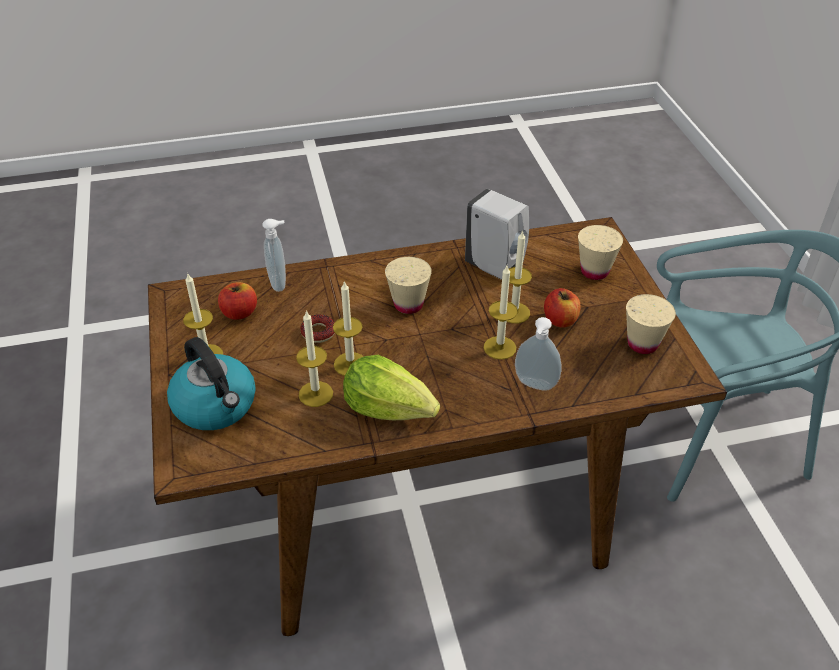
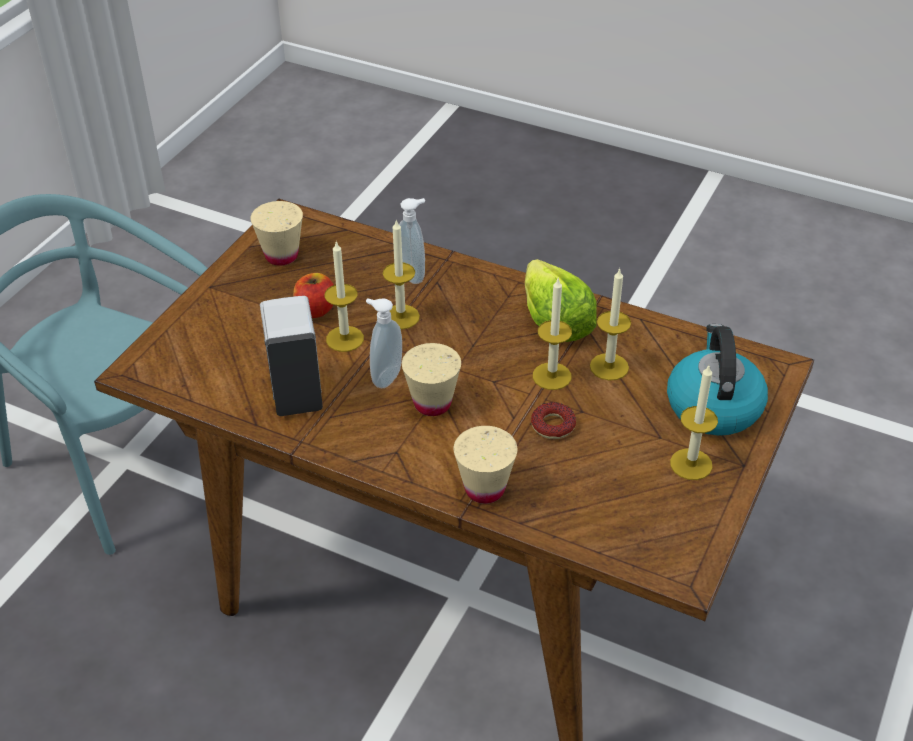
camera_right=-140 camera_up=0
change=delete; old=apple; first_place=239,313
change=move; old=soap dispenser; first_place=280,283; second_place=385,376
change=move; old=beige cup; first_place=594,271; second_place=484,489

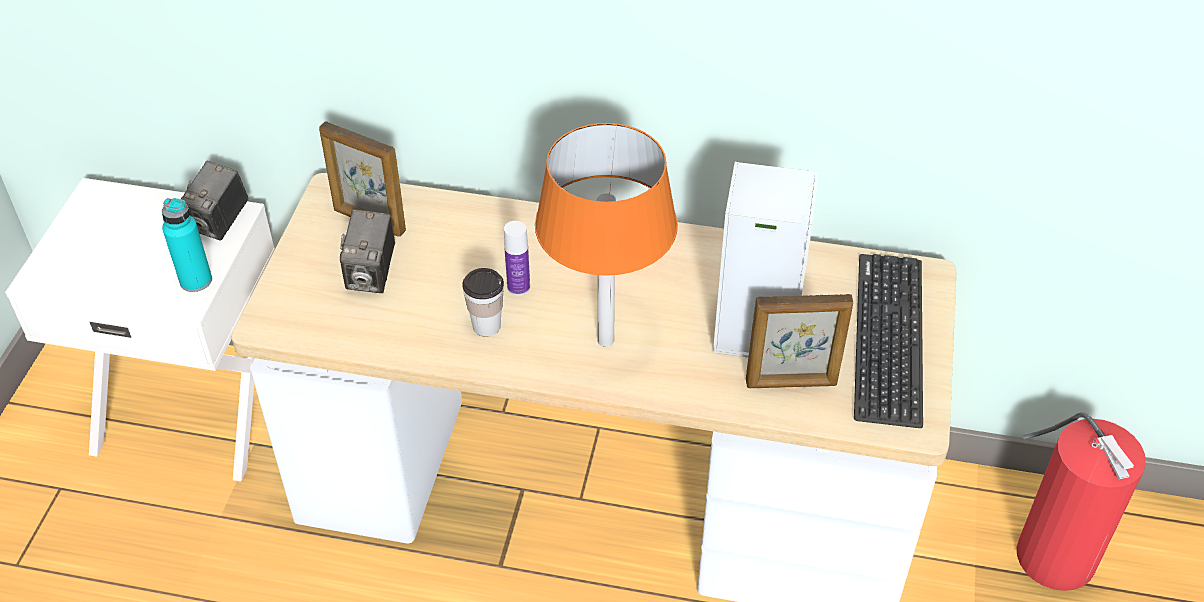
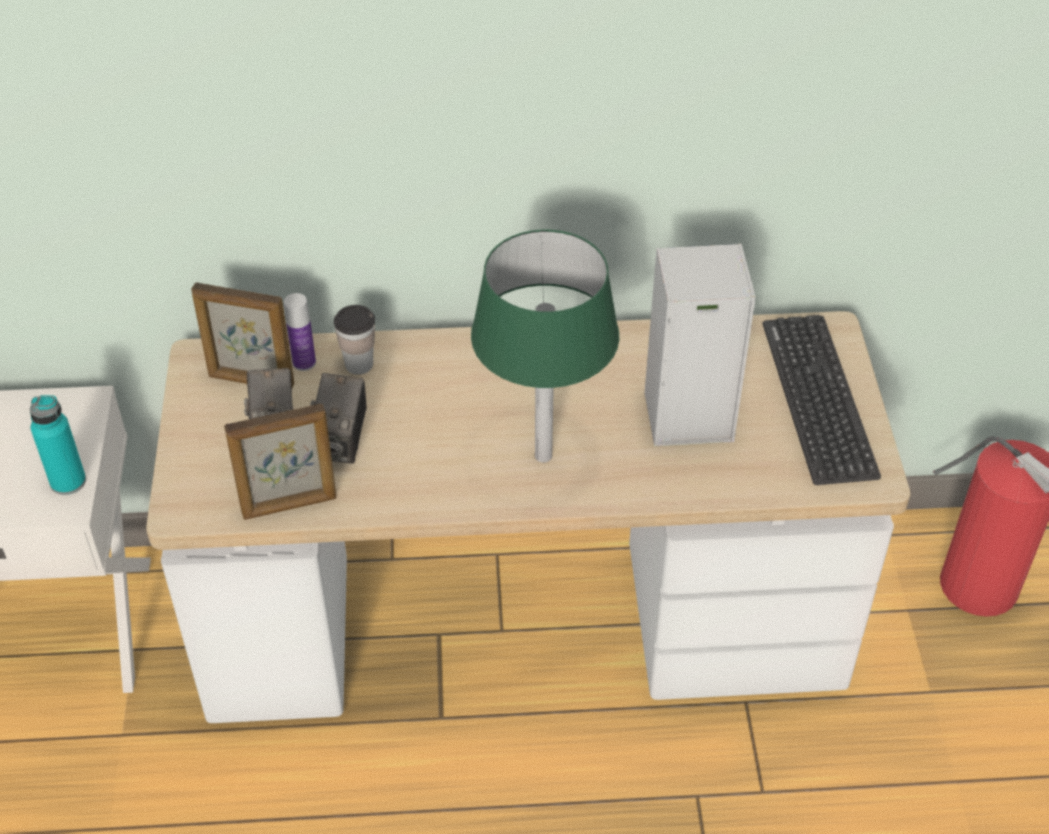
camera_right=-15 camera_up=0
change=move; old=photo camera; first_place=220,223; second_place=341,442
change=move; old=cup; first_place=486,326; second_place=359,364
change=move; old=bottle; first_place=518,287; second_place=304,362
change=recolor; old=orange table lamp; new=green table lamp; first_place=606,340; second_place=544,455
change=move; old=picture frame; first_place=791,383; second_place=290,505

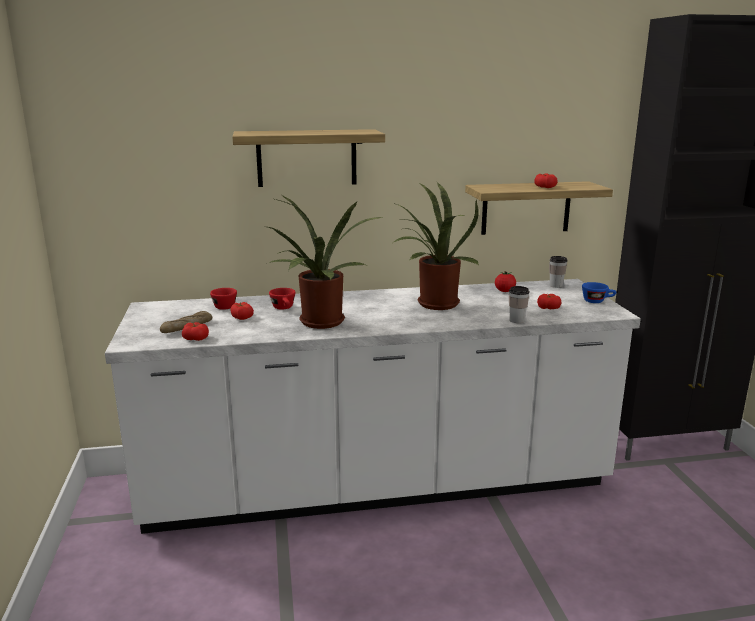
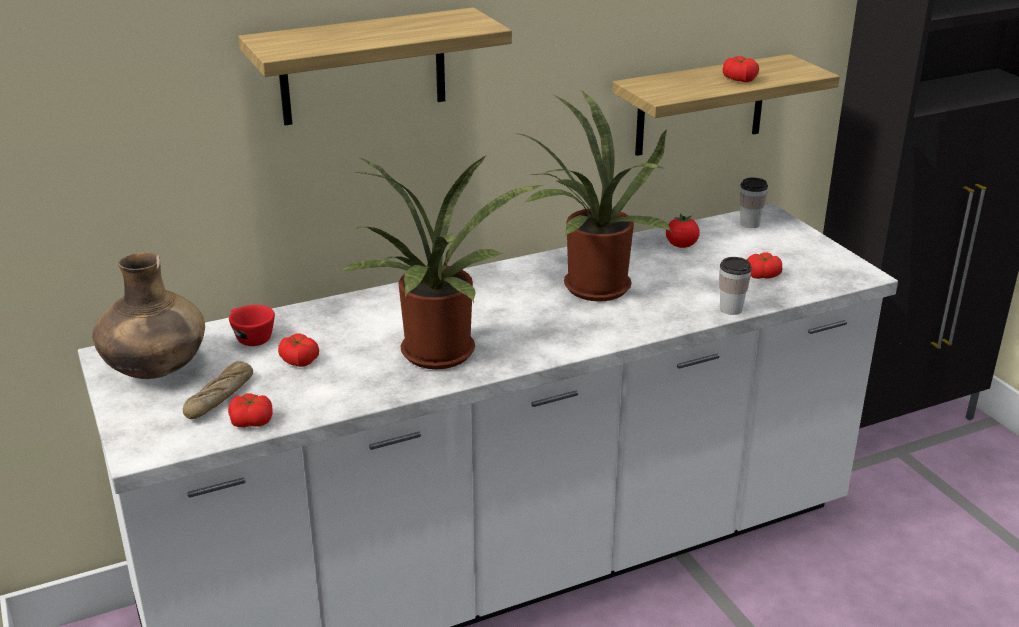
camera_right=-15 camera_up=10
change=delete; old=red cup; first_place=284,308
change=delete; old=blue cup; first_place=597,301
change=insert; new=brown vase; second_place=156,370

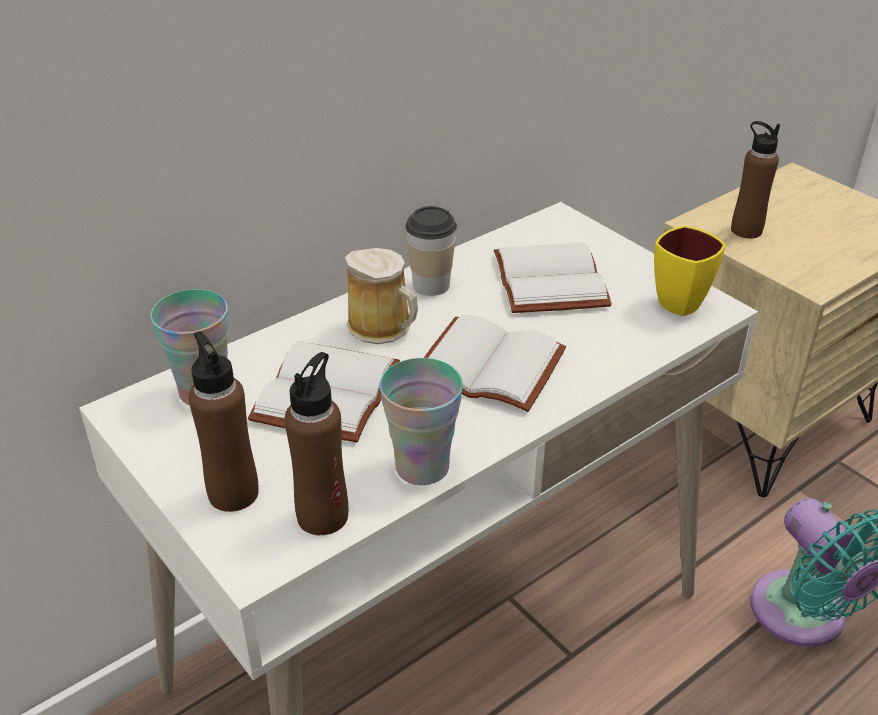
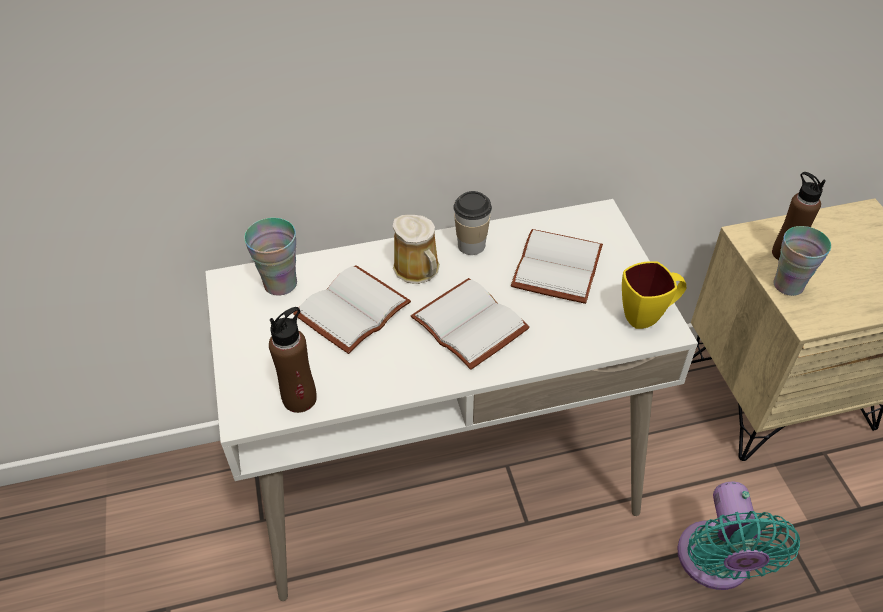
camera_right=25 camera_up=10
change=delete; old=brown bottle; first_place=233,493
change=move; old=cup; first_place=422,467; second_place=788,285

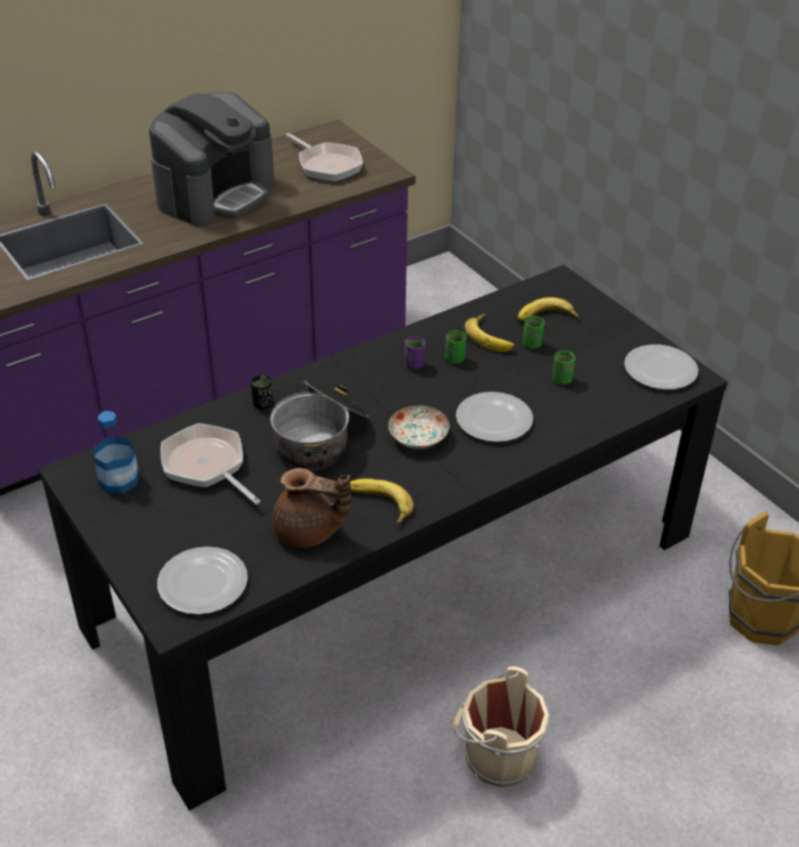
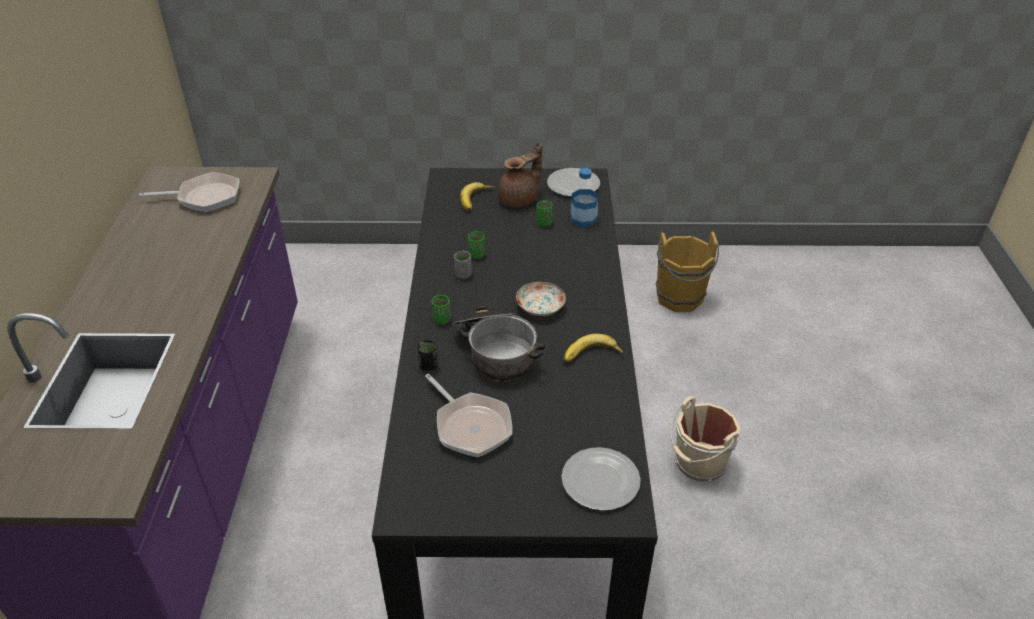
camera_right=-55 camera_up=0
change=move; old=bottle; first_place=119,479; second_place=583,219
change=delete; old=coffee machine; first_place=216,193
change=rotate; old=frying pan; first_place=207,466; second_place=470,426; degrees=-120
change=move; old=brown teapot; first_place=308,532; second_place=520,199
change=recolor; old=purple cup; new=grey cup; first_place=414,365; second_place=463,275
change=delete; old=plate; first_place=493,419
change=delete; old=banana; first_place=491,336
change=move; old=green cup; first_place=532,344; second_place=441,320

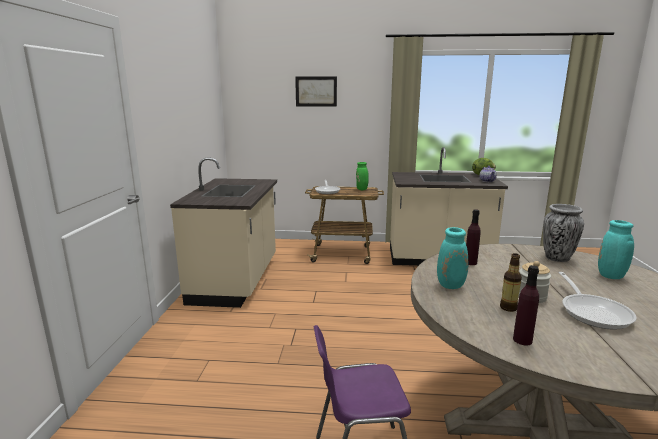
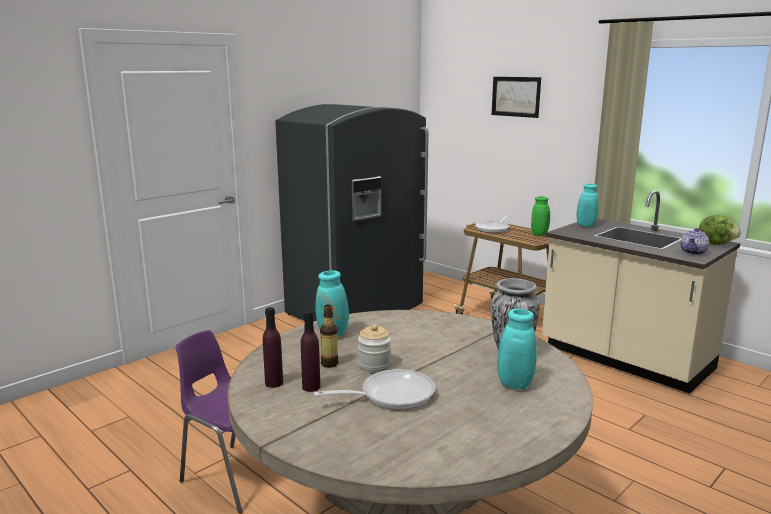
camera_right=40 camera_up=0
change=replace; old=beige counter; new=grey fridge; first_place=236,280; second_place=357,310
change=move; old=purple bottle; first_place=470,262; second_place=311,387
change=rotate; old=frying pan; first_place=593,312; second_place=390,395; degrees=-150
change=insert; new=turquoise vase; second_place=584,226

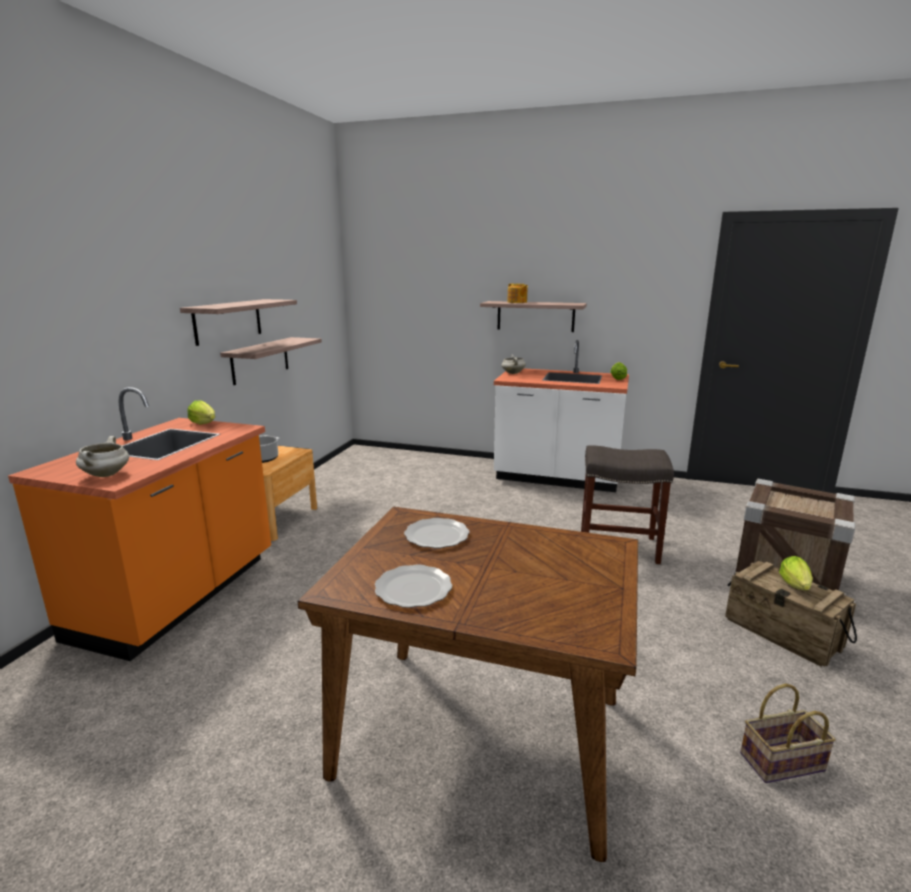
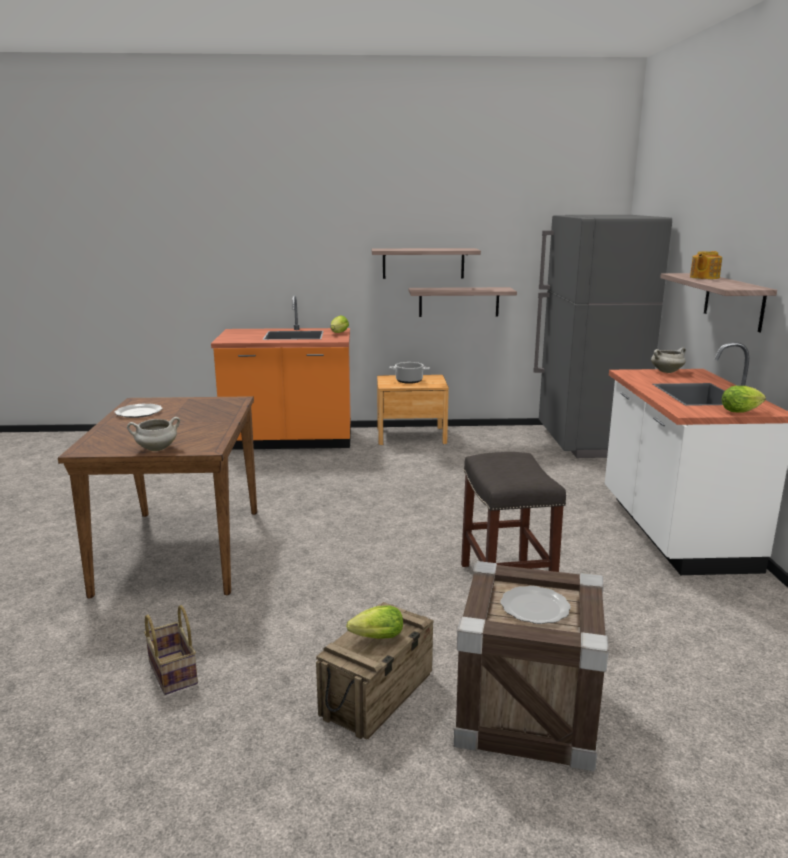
camera_right=70 camera_up=0
change=move; old=white cooking pot; first_place=106,475; second_place=156,449
change=move; old=plate; first_place=436,536; second_place=533,607
change=insert; new=grey fridge; second_place=587,442

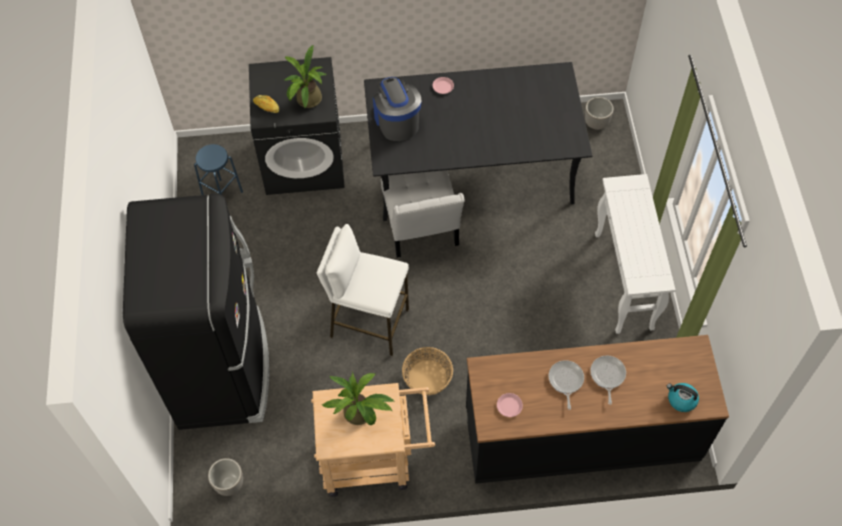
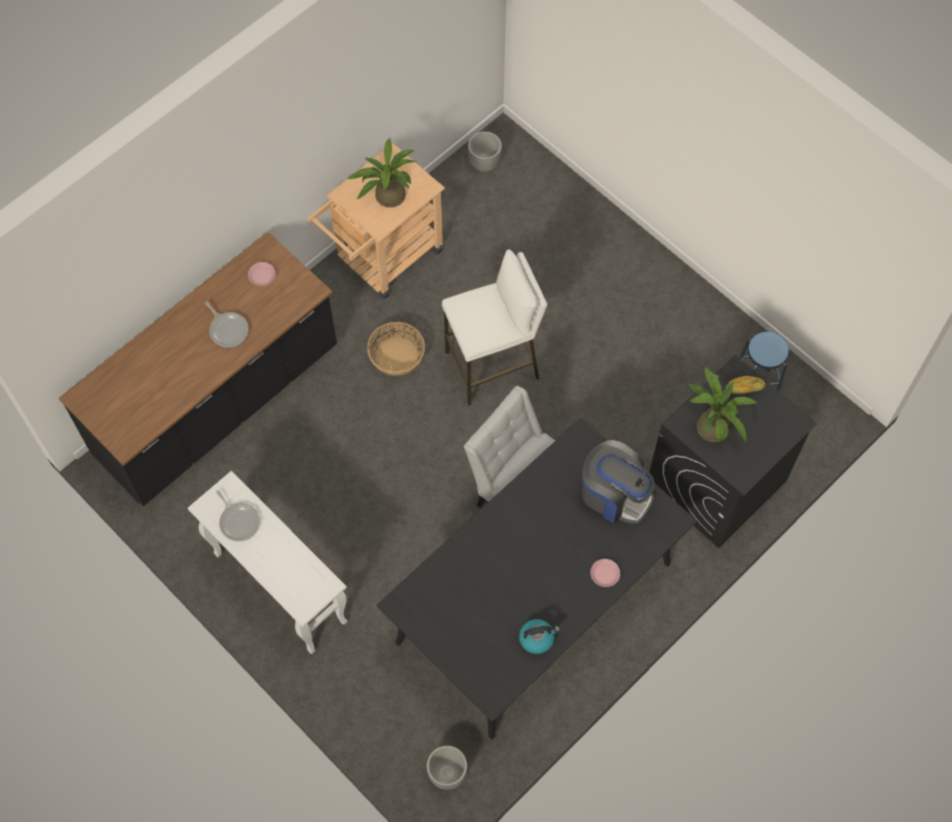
camera_right=140 camera_up=5
change=delete; old=black fridge; first_place=223,367
change=move; old=frying pan; first_place=607,376; second_place=239,521
change=move; old=kettle; first_place=681,400; second_place=537,638

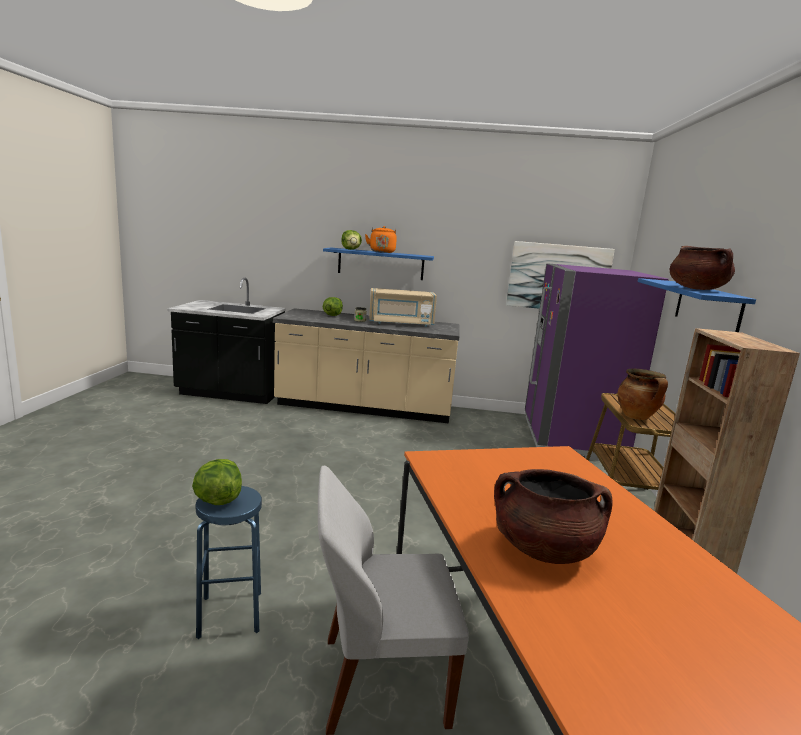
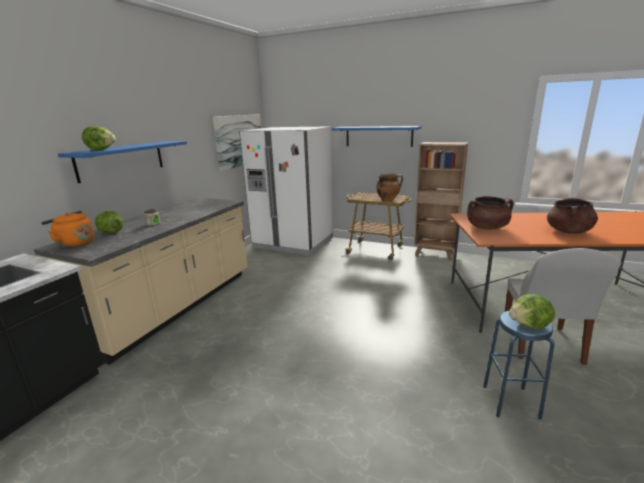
camera_right=-70 camera_up=5
change=move; old=orange kettle; first_place=382,252; second_place=74,244
change=delete; old=beige microwave; first_place=400,323
change=recolor; old=purple fridge; new=white fridge; first_place=571,439; second_place=293,243
change=move; old=brown cooking pot; first_place=697,289; second_place=487,227

